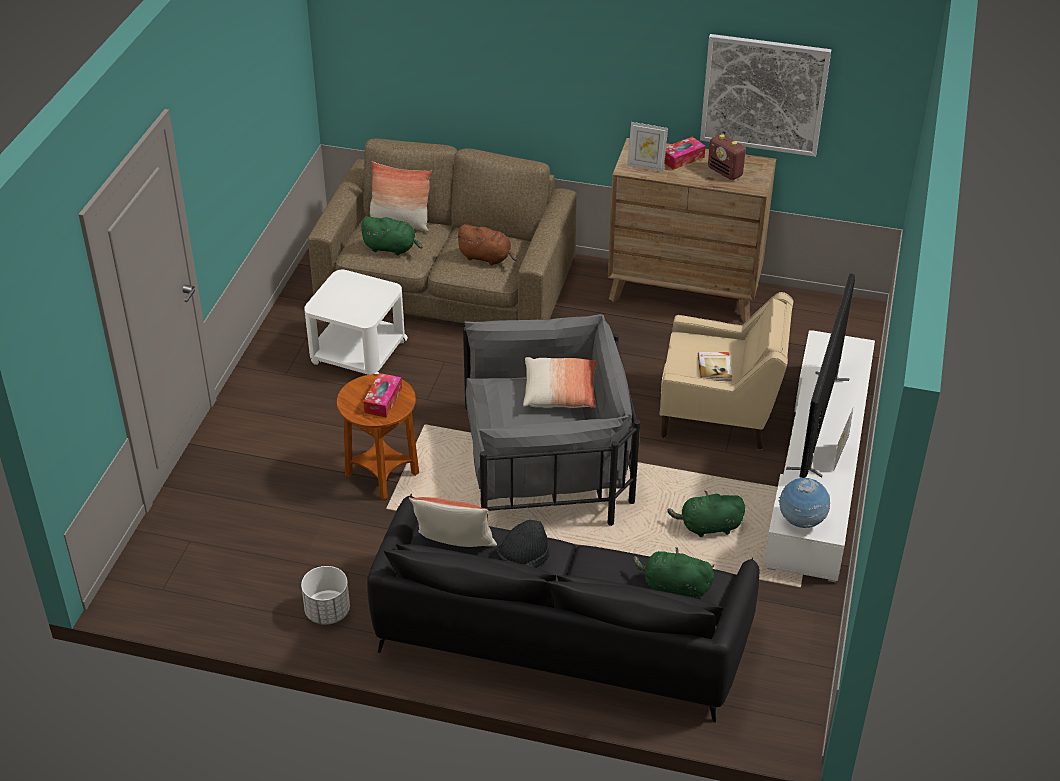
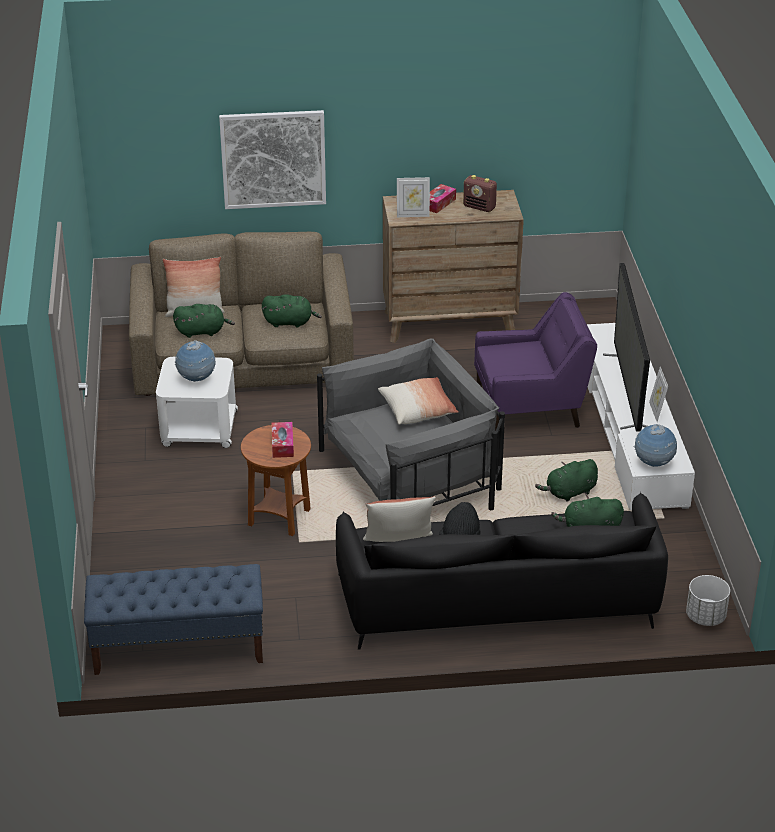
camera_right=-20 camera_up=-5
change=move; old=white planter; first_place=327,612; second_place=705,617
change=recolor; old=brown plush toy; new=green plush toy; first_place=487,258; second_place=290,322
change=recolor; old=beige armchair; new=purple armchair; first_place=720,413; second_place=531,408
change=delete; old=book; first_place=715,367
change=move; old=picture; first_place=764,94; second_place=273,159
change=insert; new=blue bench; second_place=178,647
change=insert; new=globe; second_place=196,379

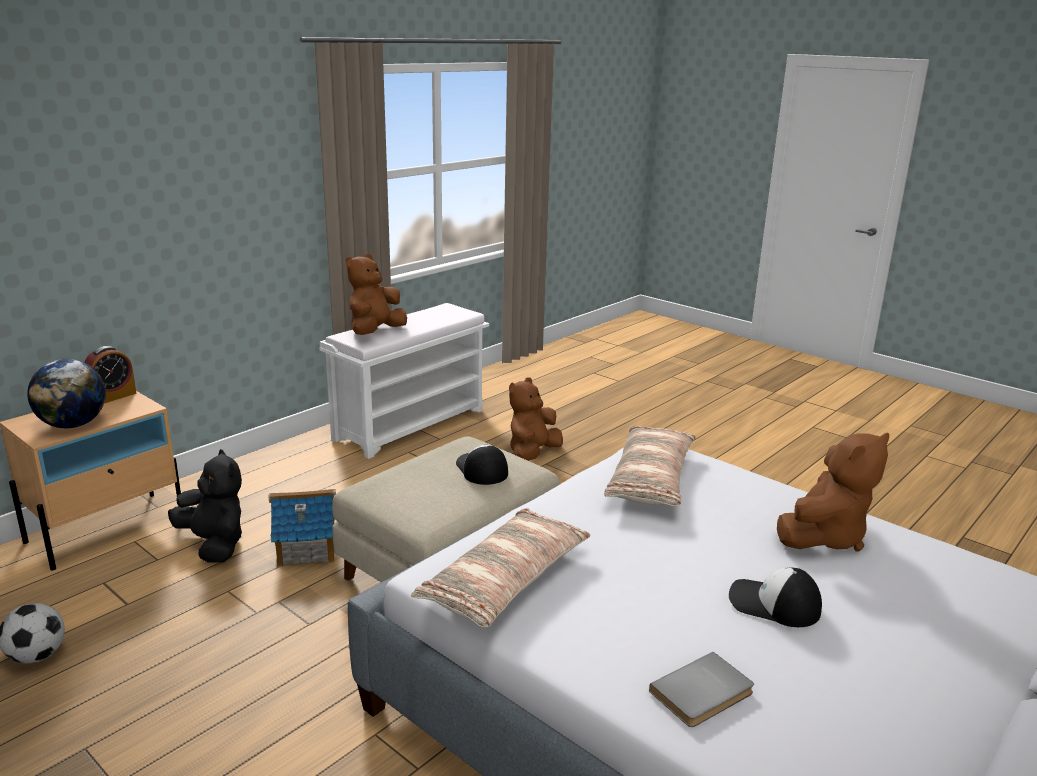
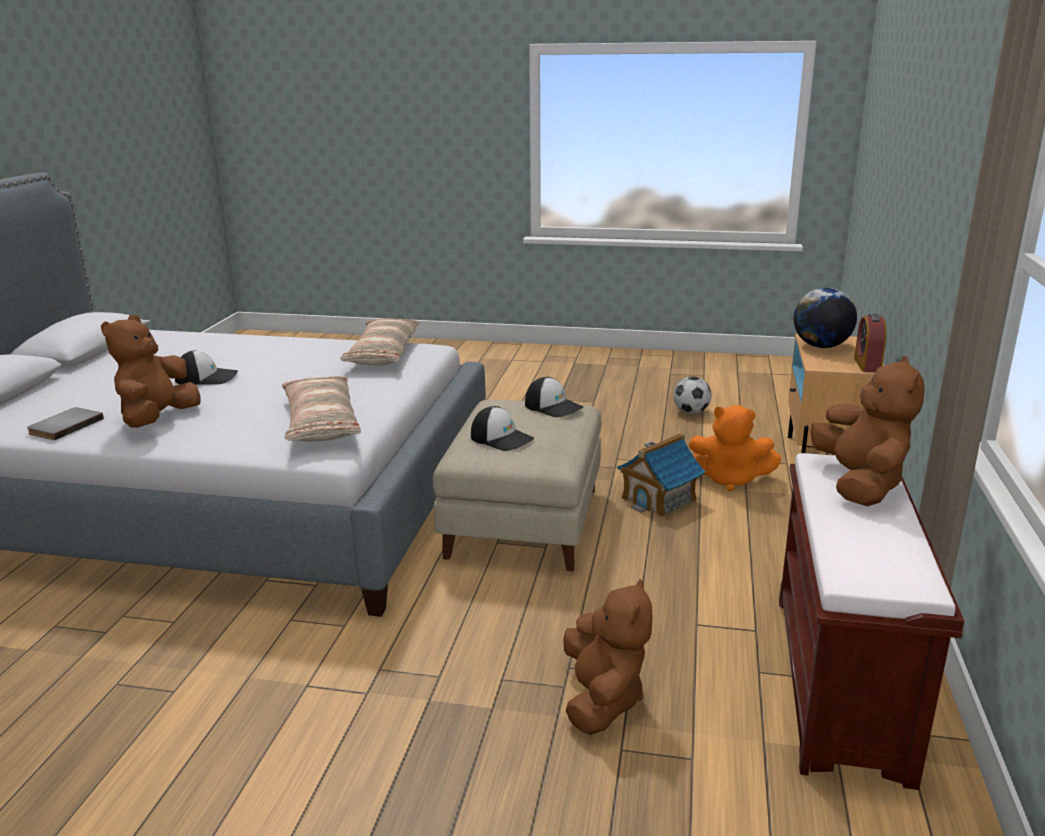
camera_right=150 camera_up=0
change=recolor; old=black plush toy; new=orange plush toy; first_place=214,544; second_place=730,479
change=recolor; old=white bench; new=brown bench; first_place=410,424; second_place=841,683
change=move; old=grey book; first_place=704,694; second_place=64,426
change=insert; new=cap; second_place=553,406

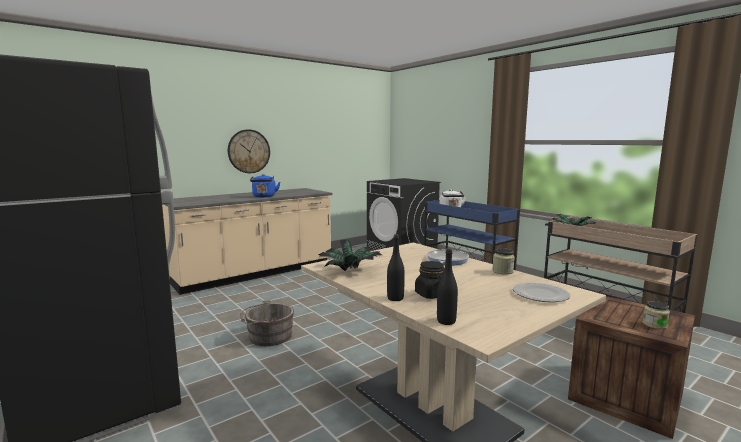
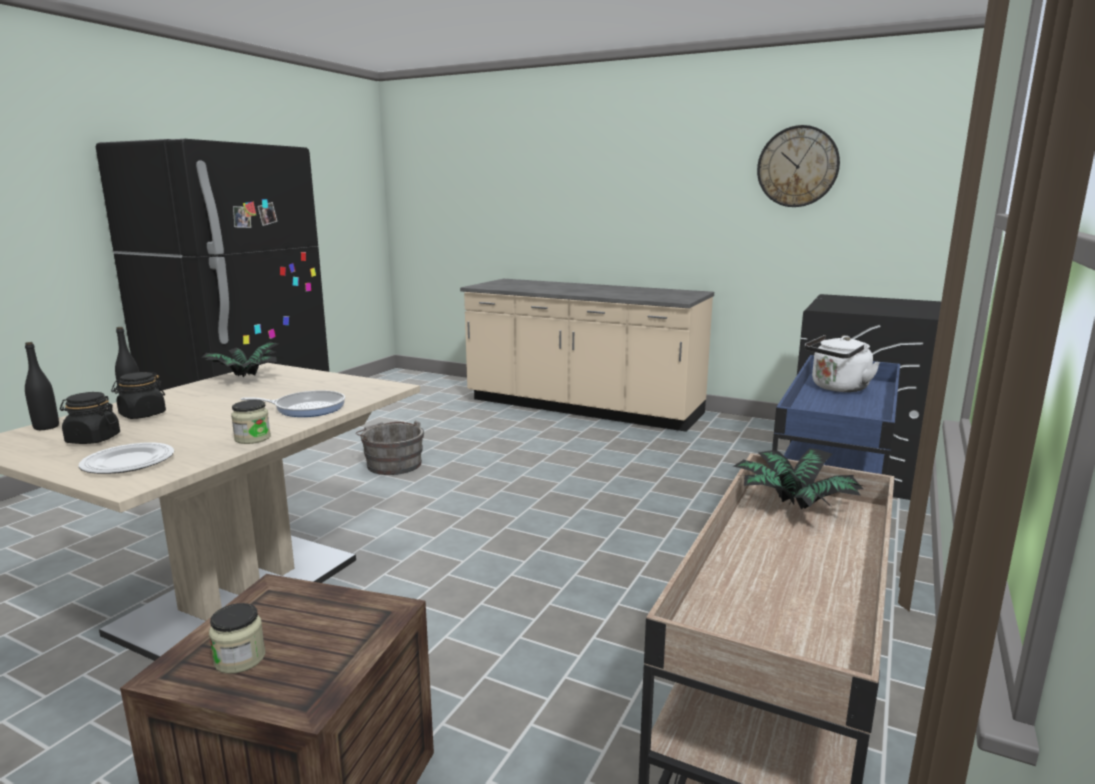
camera_right=65 camera_up=5
change=move; old=wall clock; first_place=249,151; second_place=797,166
change=delete; old=blue kettle; first_place=264,196
change=insert; new=black jar; second_place=93,439

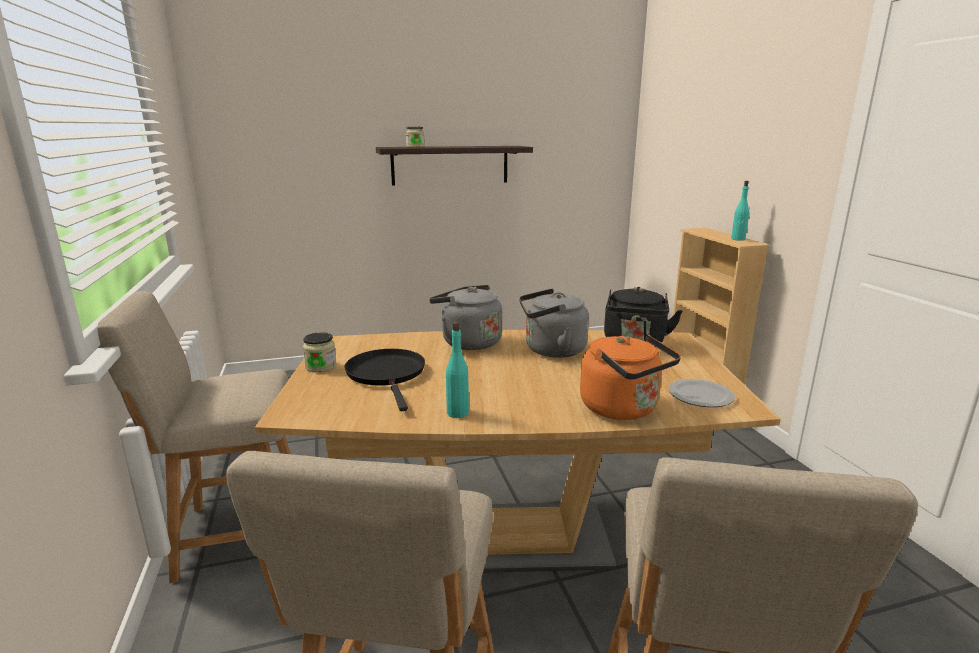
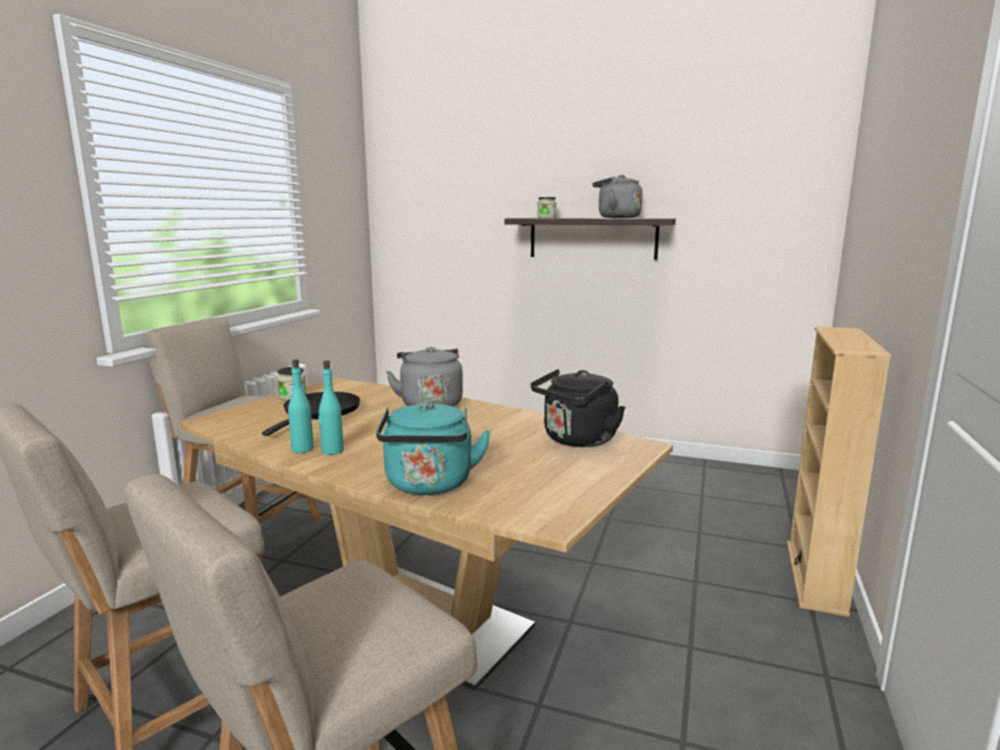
camera_right=35 camera_up=-5
change=move; old=grey kettle; first_place=551,350; second_place=616,218
change=recolor; old=orange kettle; new=turquoise kettle; first_place=623,409; second_place=429,485
change=delete; old=plate; first_place=701,395
change=move; old=turquoise bottle; first_place=738,239; second_place=332,451

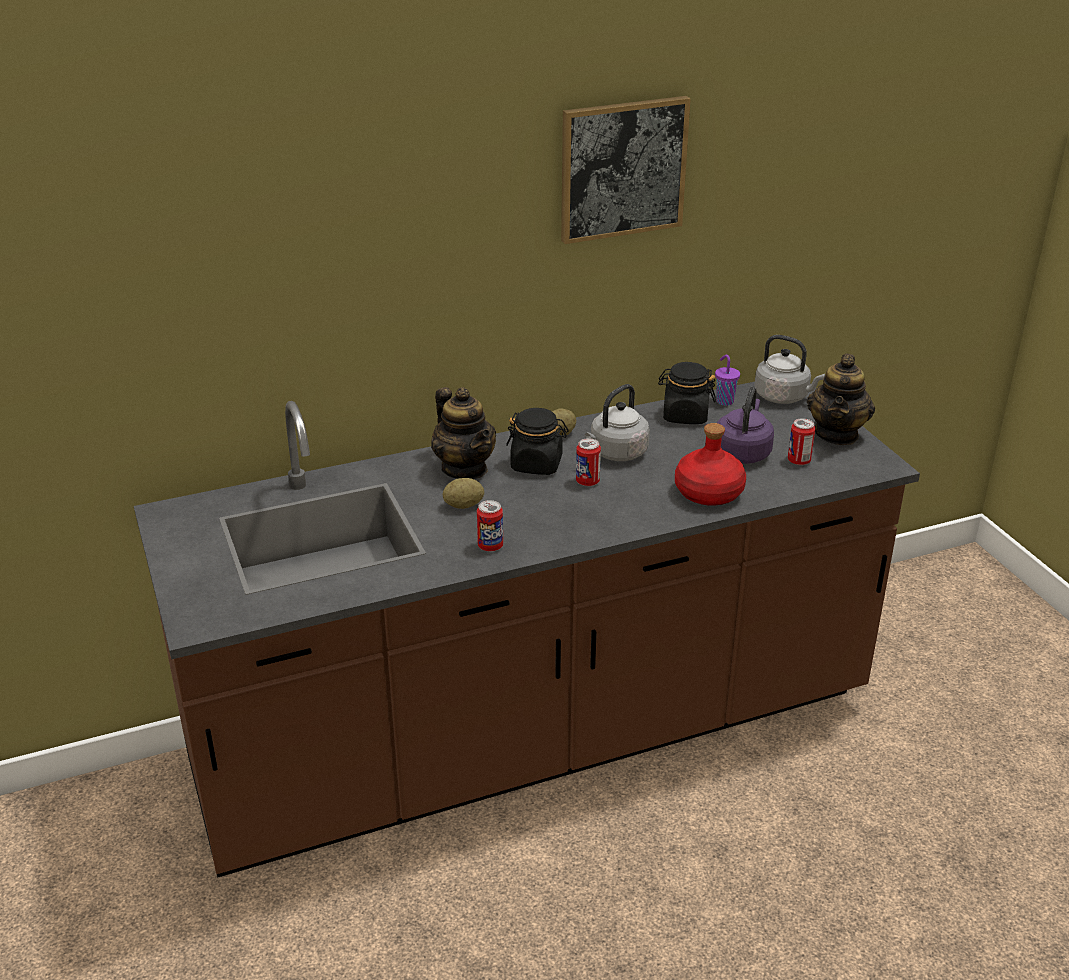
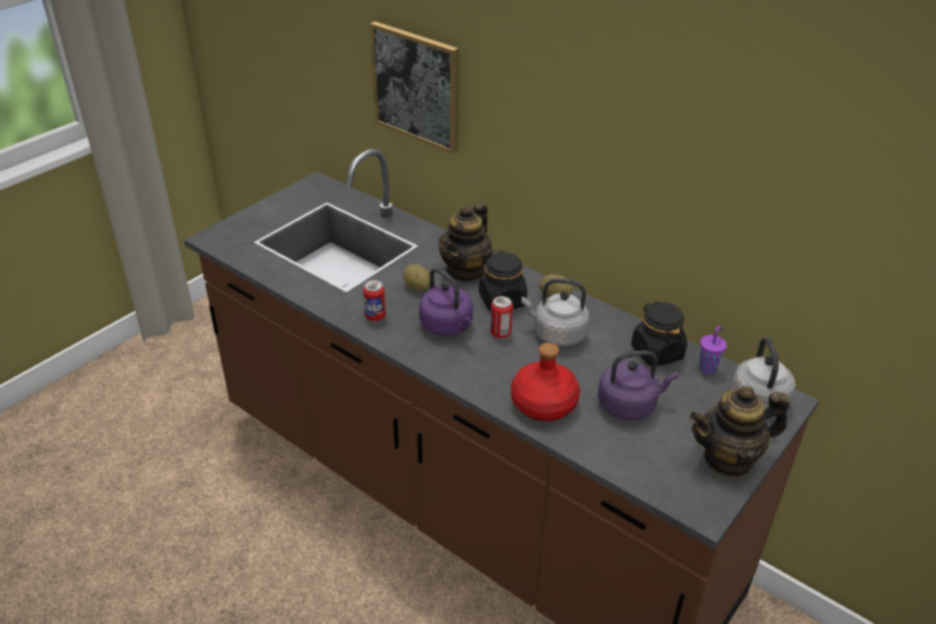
camera_right=60 camera_up=5
change=move; old=picture; first_place=622,169; second_place=417,86
change=delete; old=can; first_place=799,461
change=insert; new=purple kettle; second_place=448,327

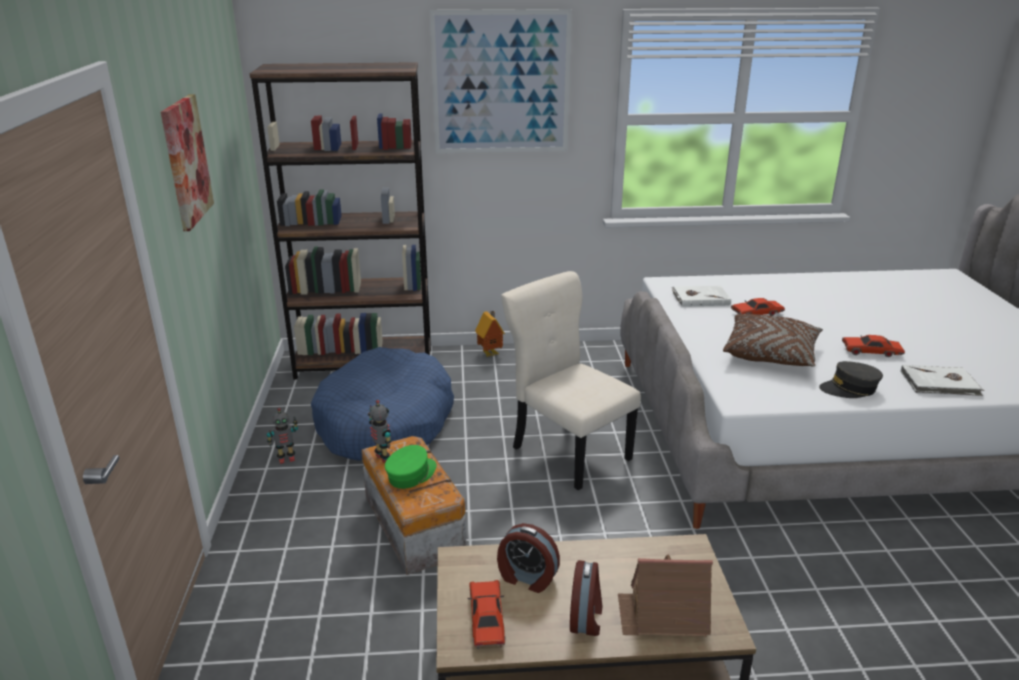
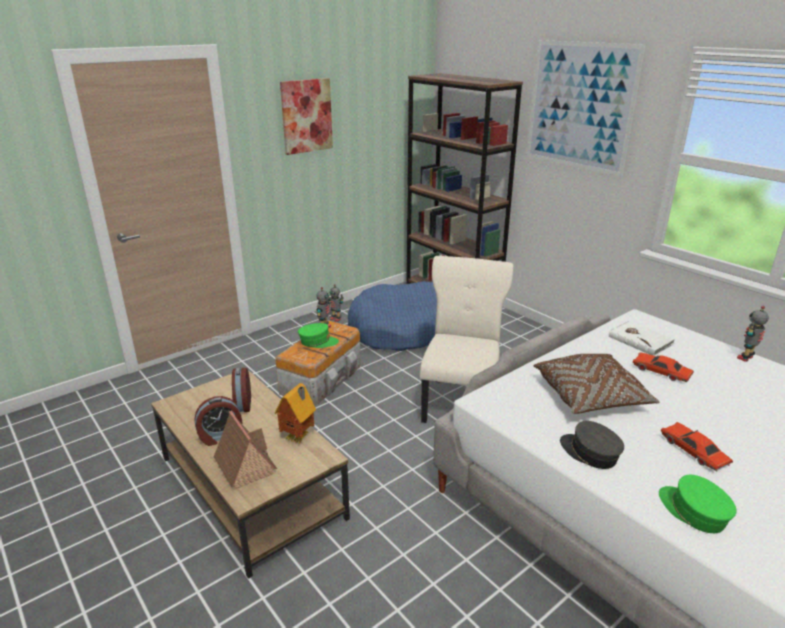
camera_right=55 camera_up=0
change=delete; old=red toy car; first_place=487,620
change=move; old=toy house; first_place=491,353; second_place=299,438
change=replace; old=white book; new=green cap; first_place=940,384; second_place=693,511
change=insert; new=toy robot; second_place=746,358

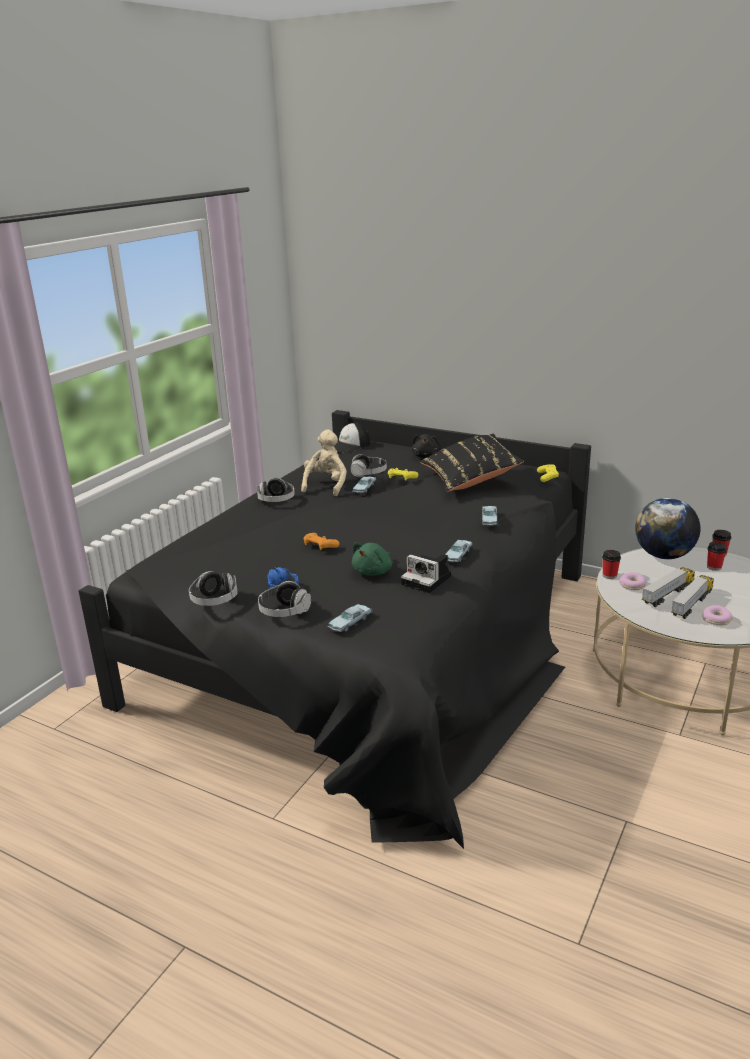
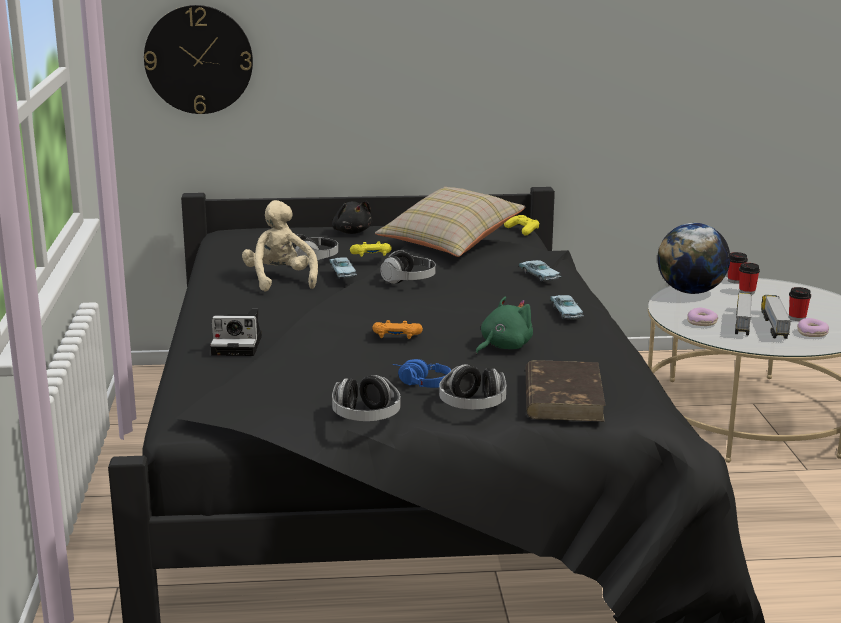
camera_right=-35 camera_up=-5
change=move; old=headphones; first_place=276,500; second_place=408,281
change=replace; old=blue toy car; new=brown book; first_place=350,622; second_place=563,396
change=delete; old=cap; first_place=349,446
change=rotate; old=green plush toy; first_place=373,572; second_place=503,347; degrees=-135
change=move; old=photo camera; first_place=428,580; second_place=239,345
change=recolor; old=black pillow; new=beige pillow; first_place=470,478; second_place=450,243
change=move; old=cup; first_place=609,575; second_place=797,318
change=insert; new=wall clock; second_place=198,59

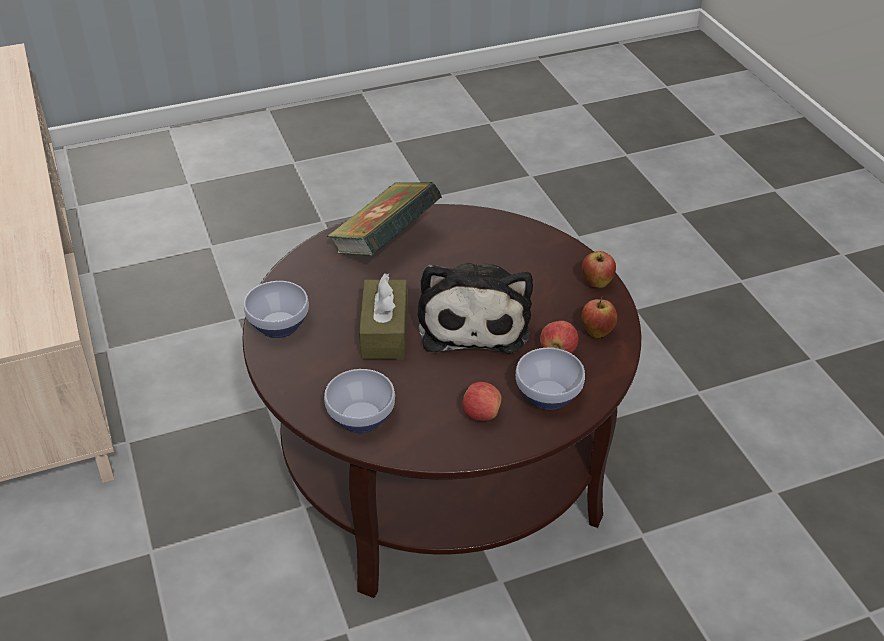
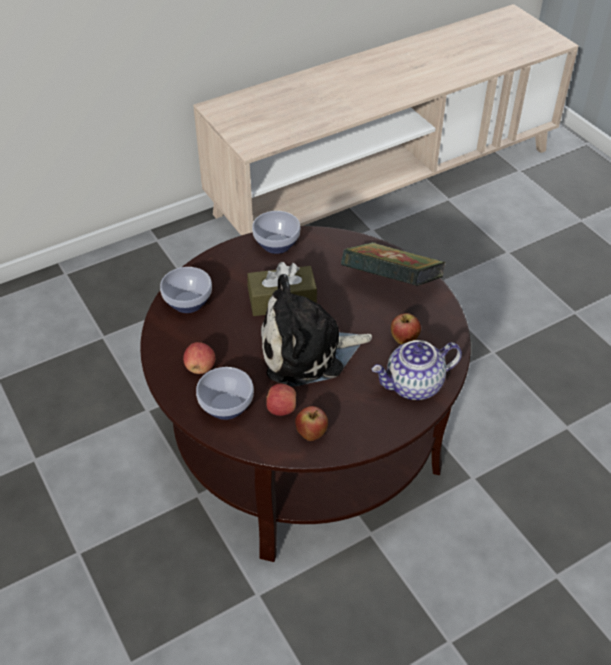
camera_right=80 camera_up=5
change=move; old=apple; first_place=597,284; second_place=404,340
change=insert; new=teapot; second_place=414,385

